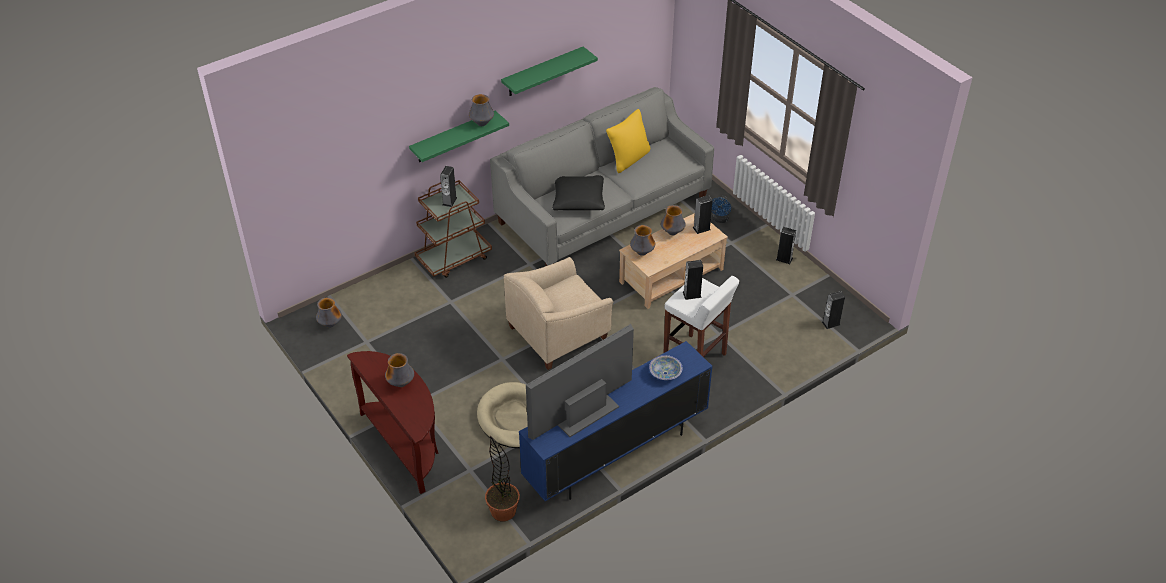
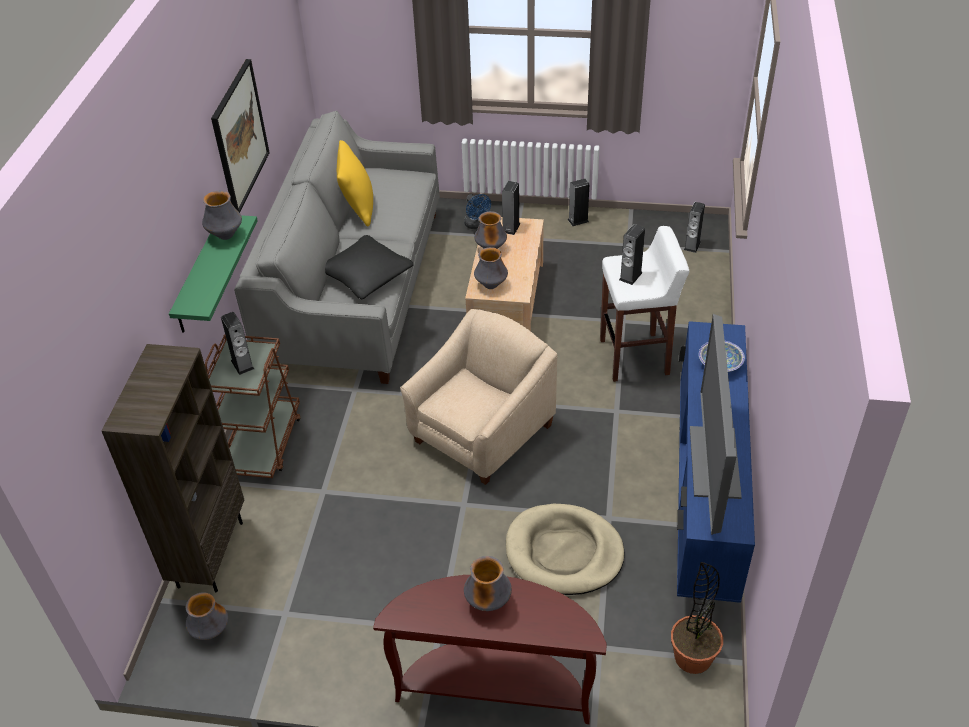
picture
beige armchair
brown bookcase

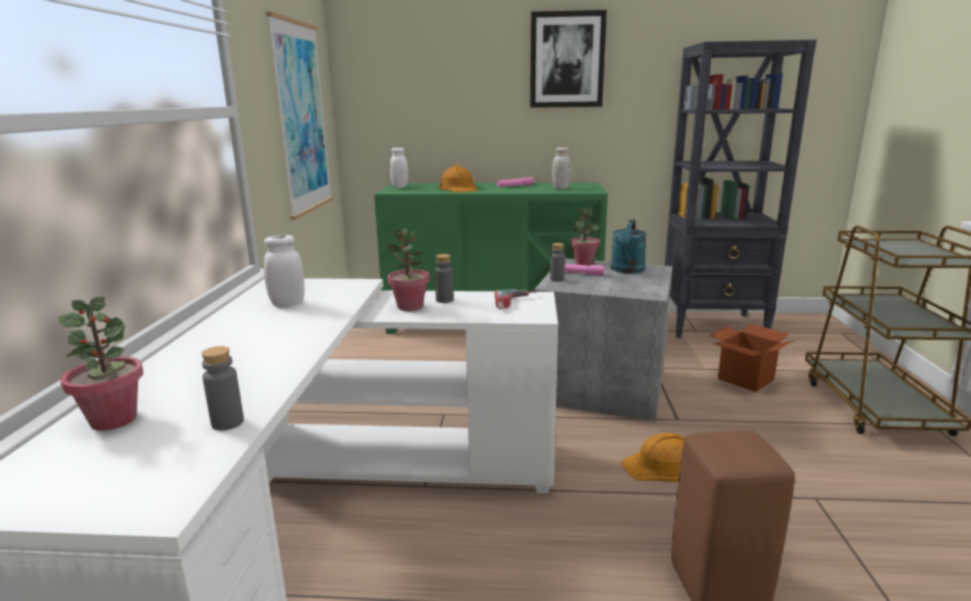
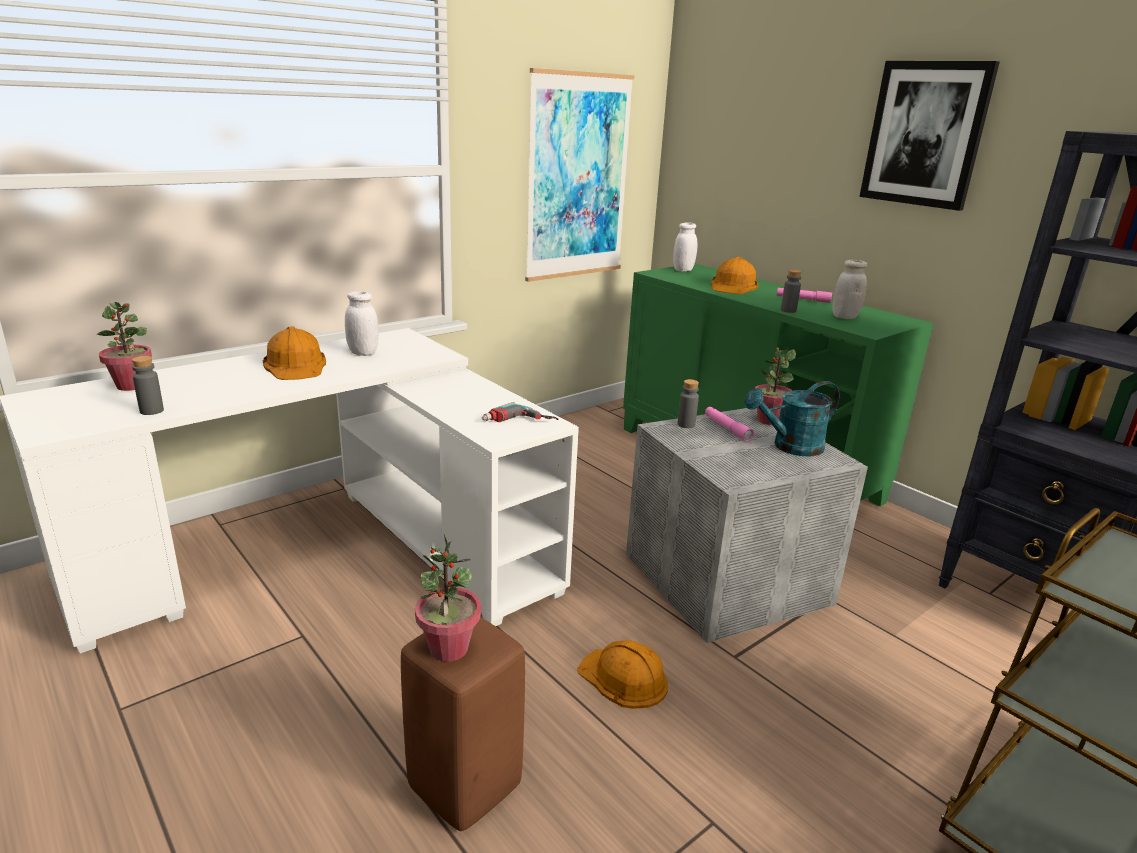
potted plant (no. 2 from left)
grey bottle (no. 3 from left)
cardboard box
orange hard hat (no. 1 from left)

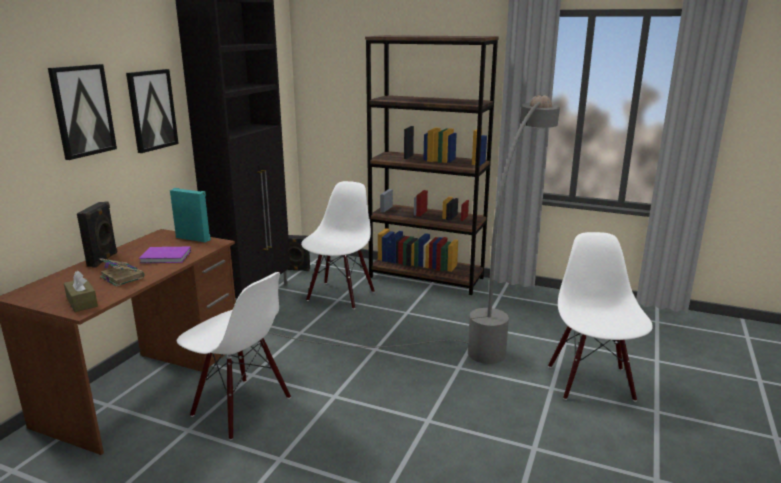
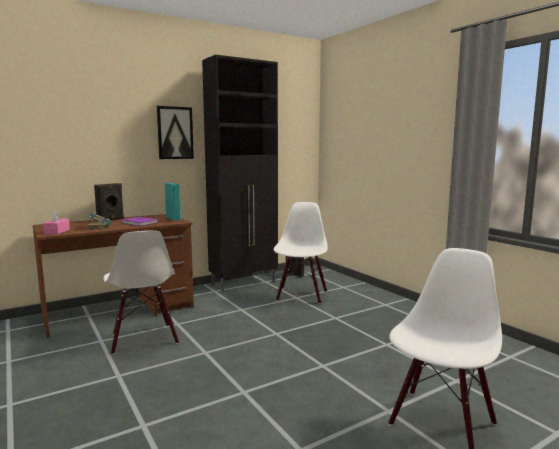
picture (no. 1 from left in the first image)
pink tissue box
grey floor lamp
white chair (no. 2 from left)
brown bookcase

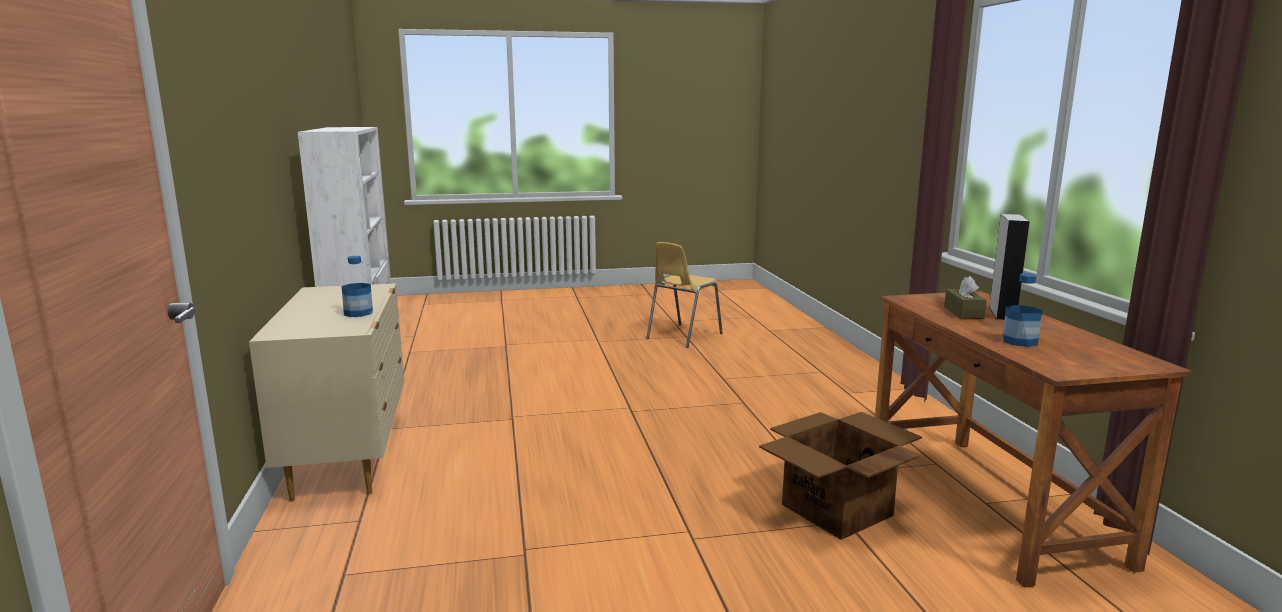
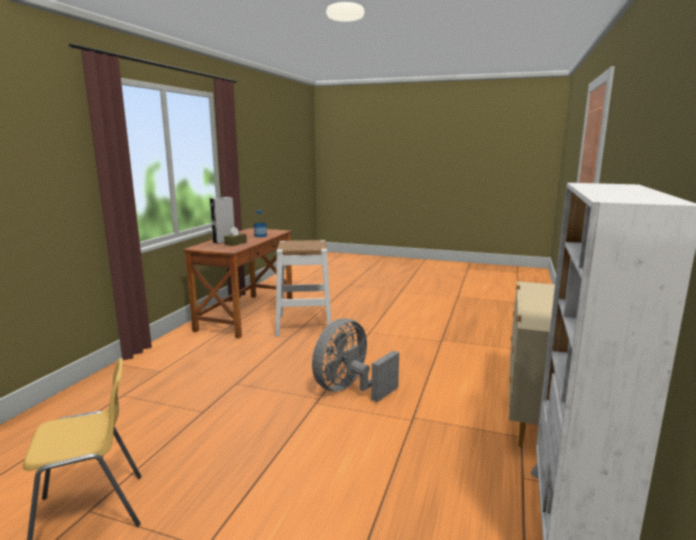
bottle (no. 1 from left in the first image)
white stool
grey fan

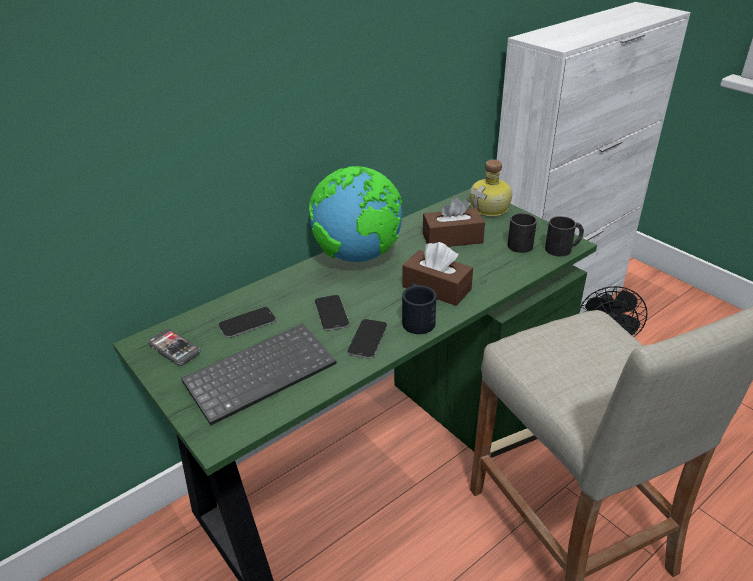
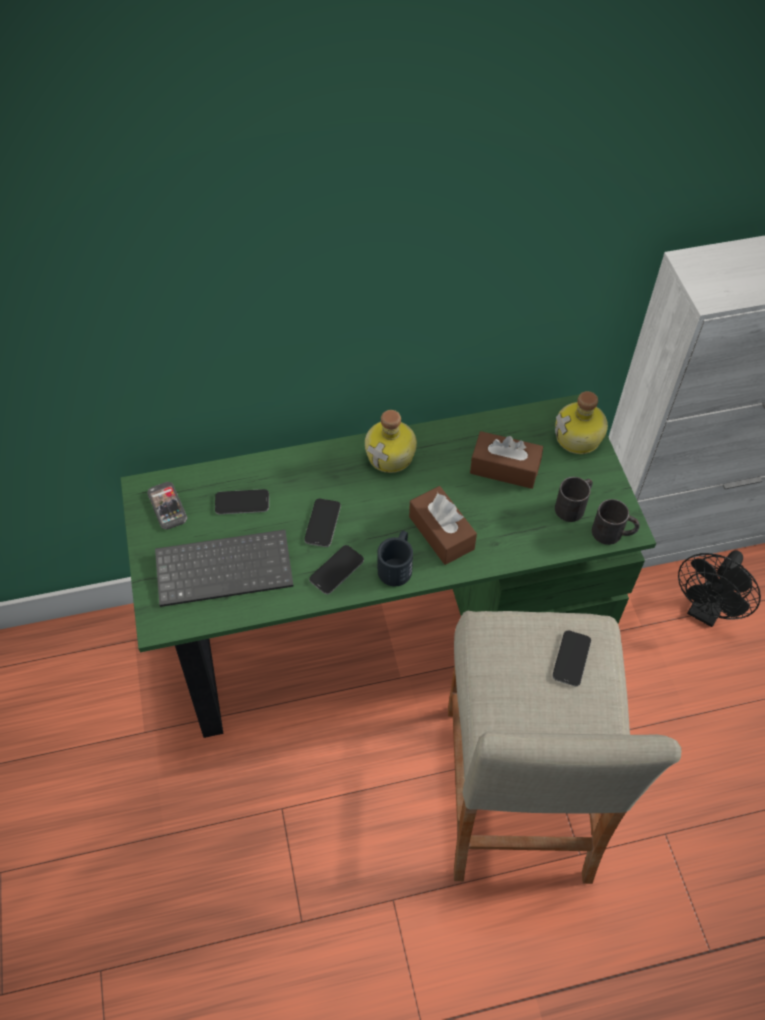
bottle (no. 1 from left)
phone (no. 5 from left)

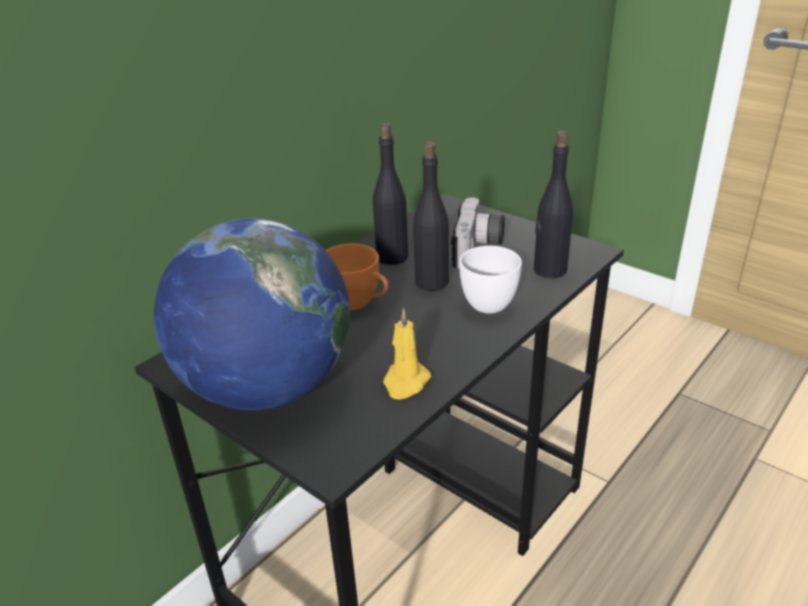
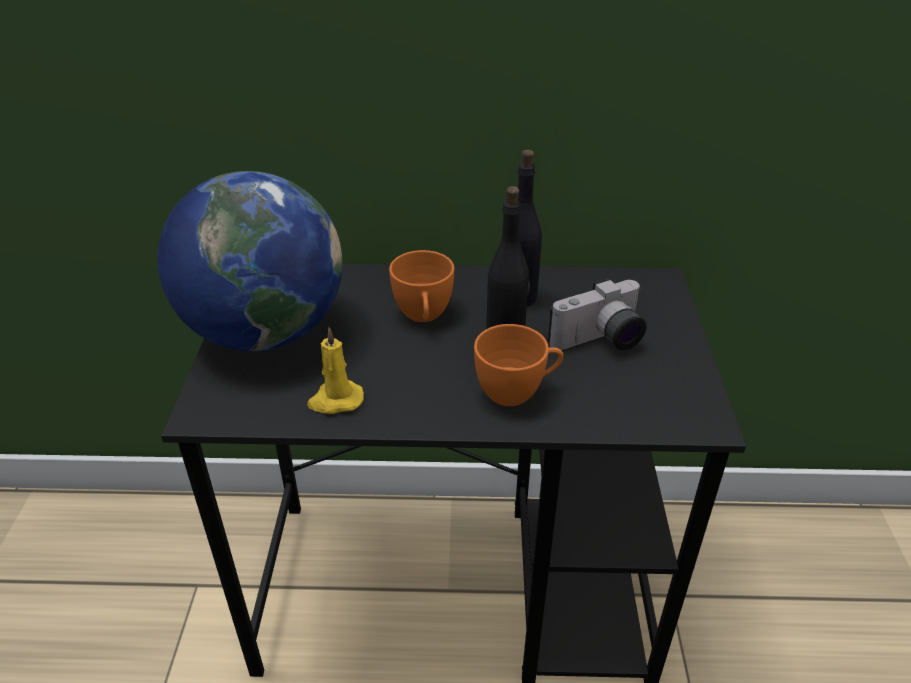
orange cup (no. 2 from left)
black bottle (no. 3 from left in the first image)

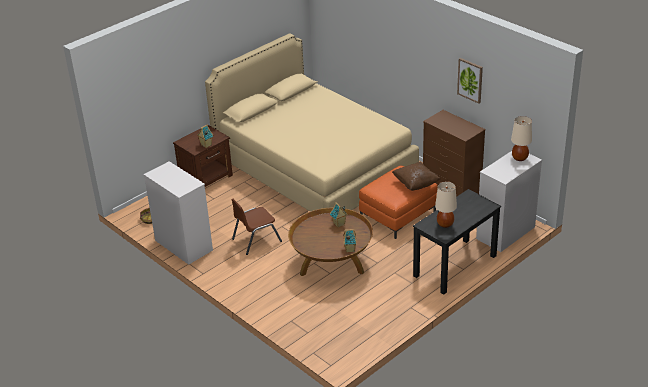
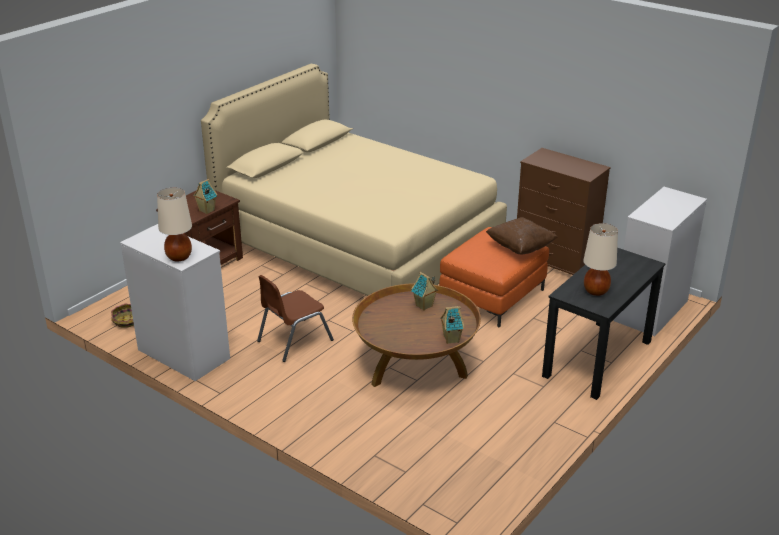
picture
beige table lamp (no. 1 from left)

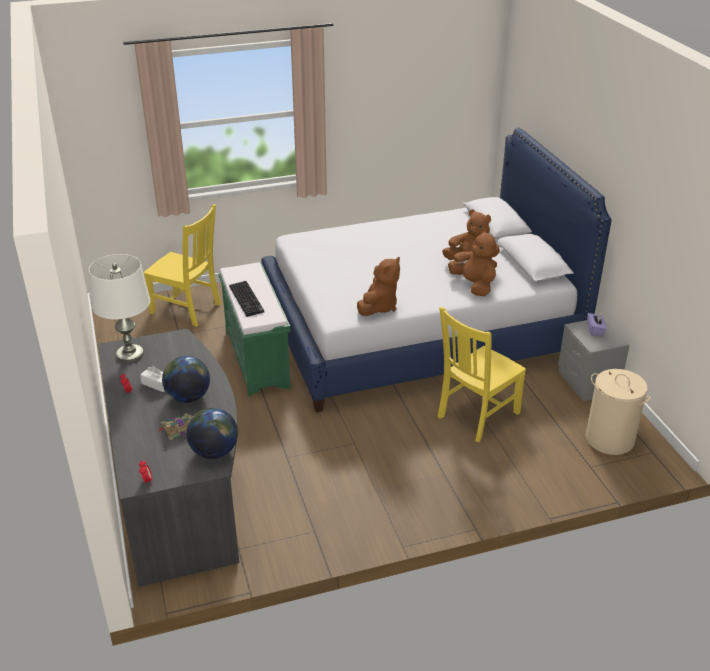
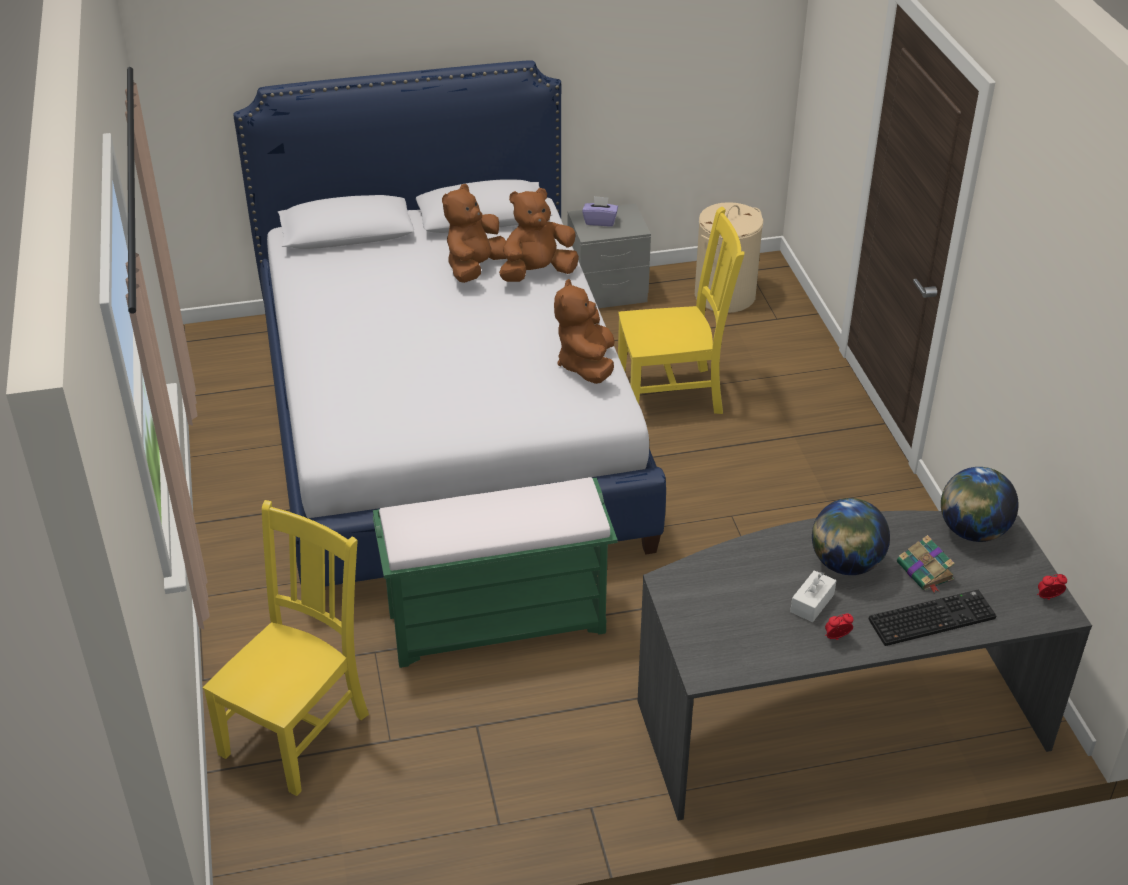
white table lamp
keyboard
brown plush toy (no. 3 from left)
yellow chair (no. 2 from left)

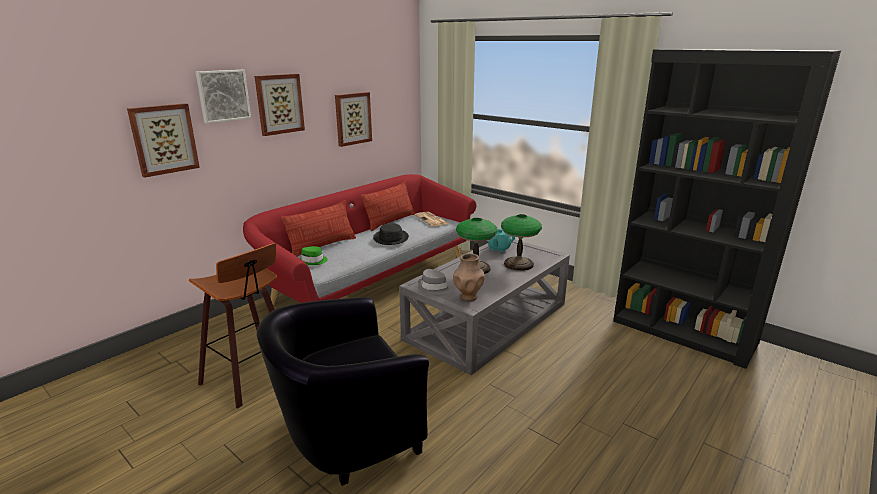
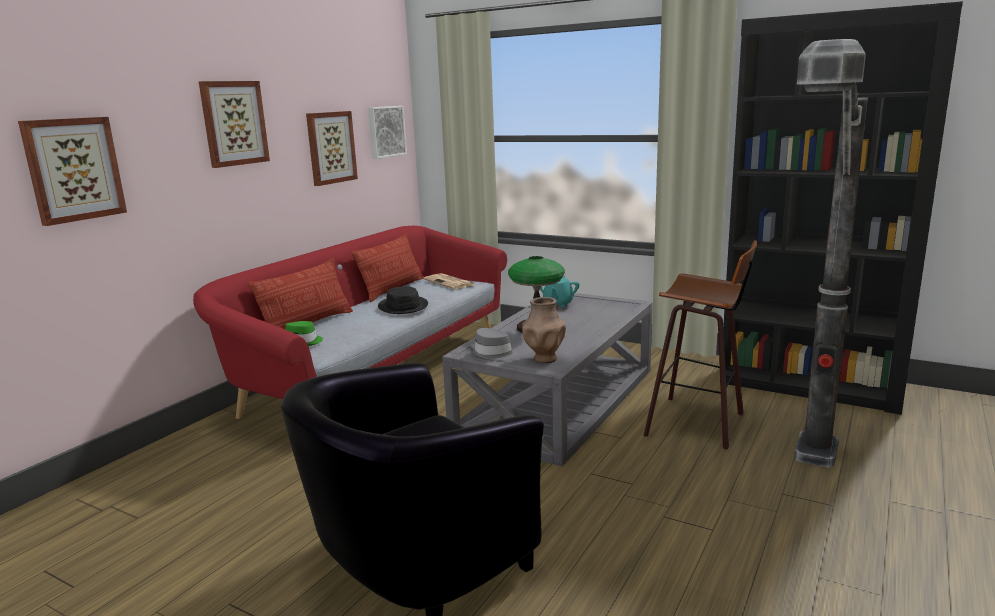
stool
picture (no. 4 from left)
table lamp (no. 2 from left in the first image)
floor lamp

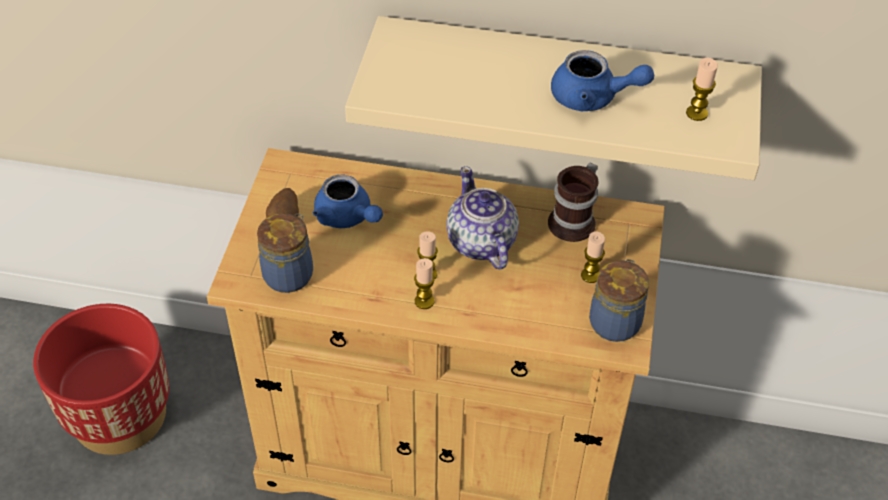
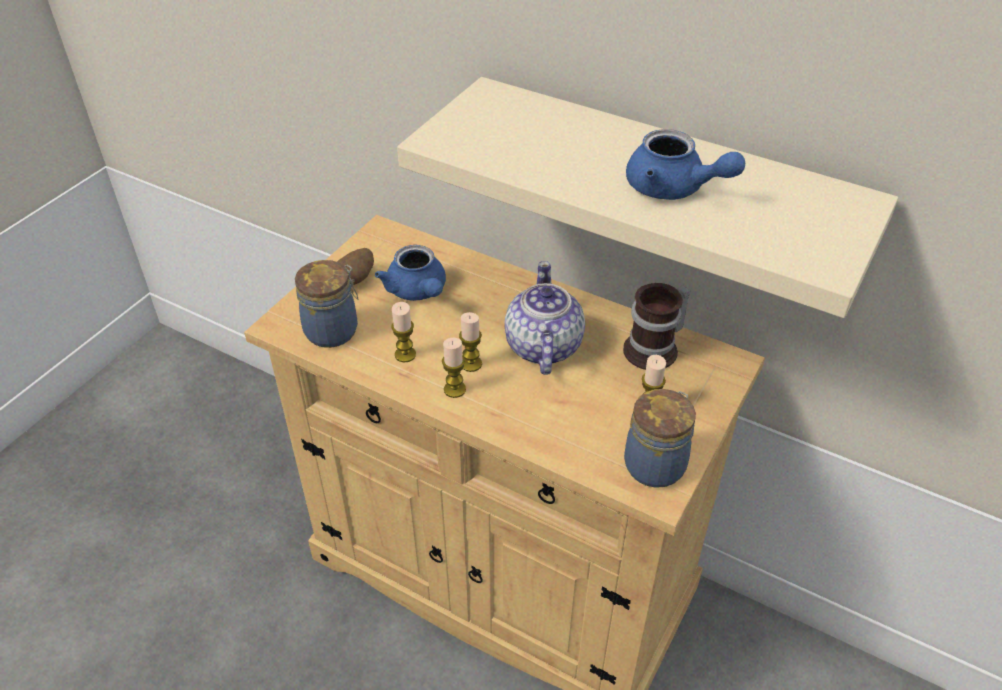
red planter
candle (no. 1 from left)

